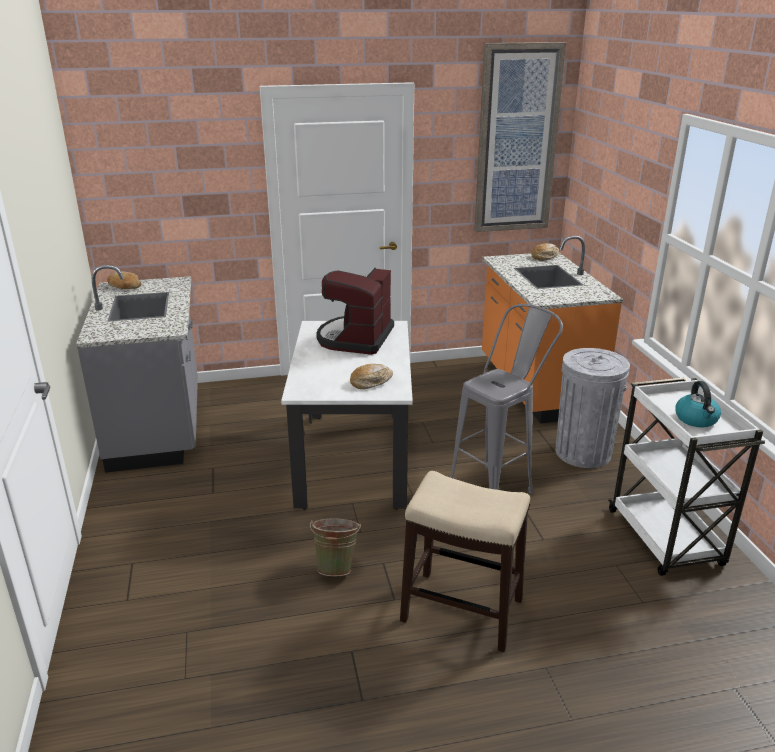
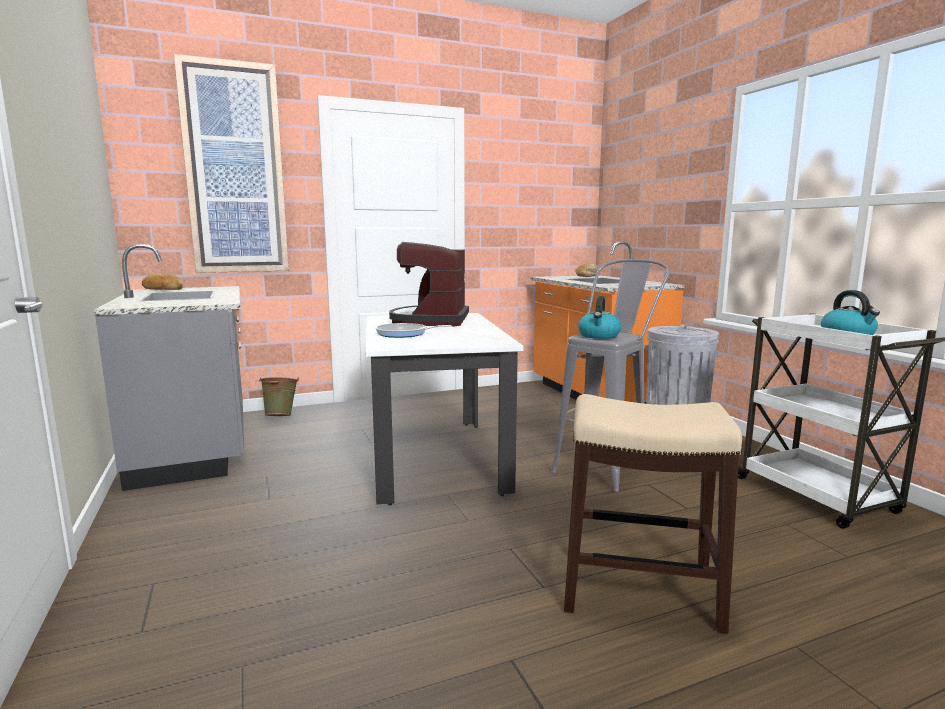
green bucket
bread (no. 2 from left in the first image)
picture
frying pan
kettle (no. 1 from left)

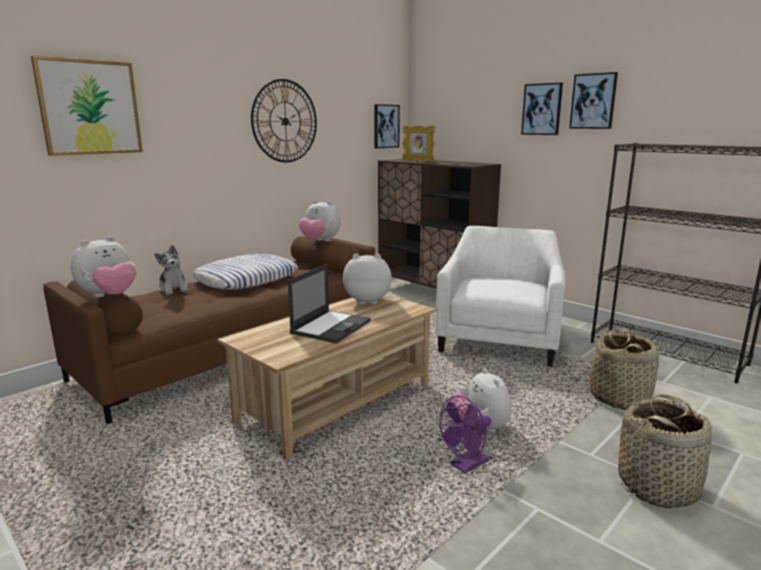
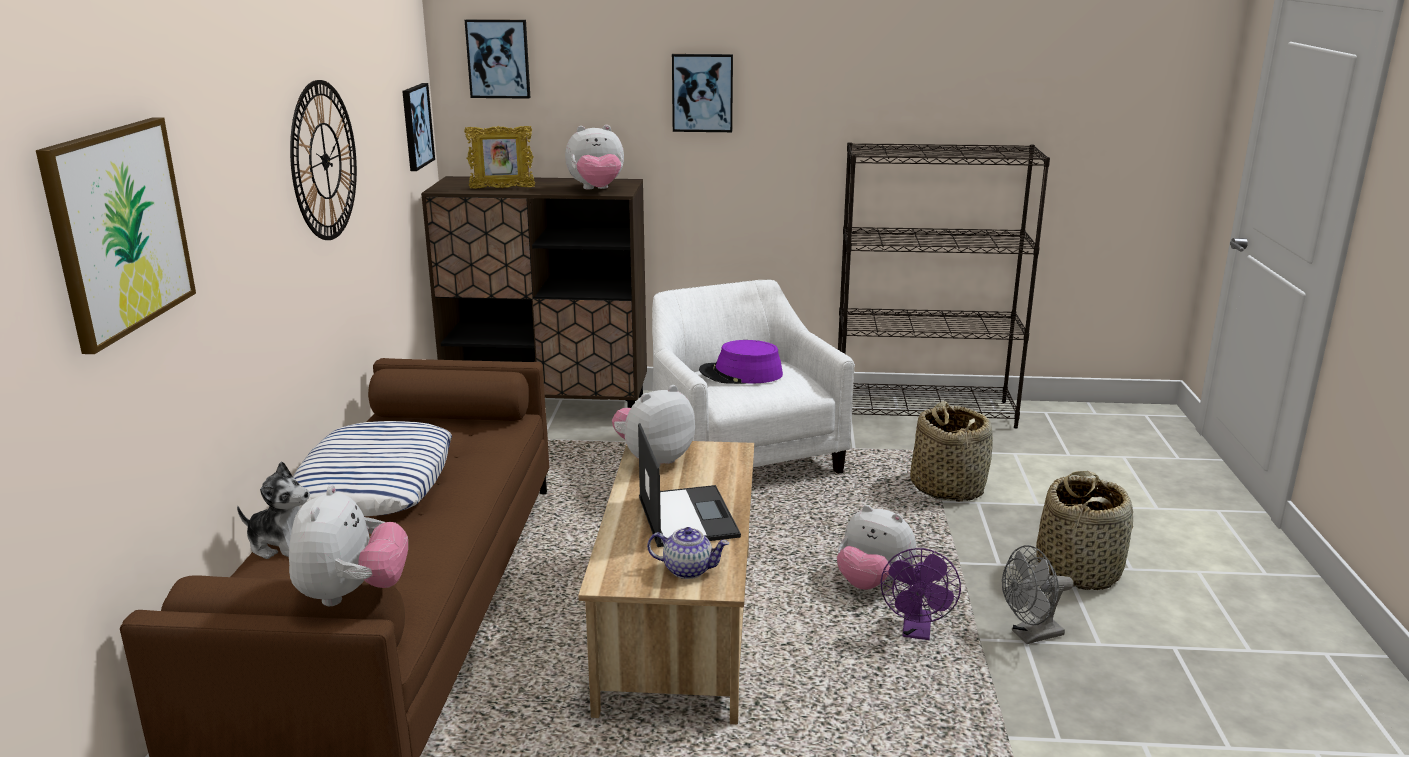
plush toy (no. 3 from left)
picture (no. 3 from left)
teapot
purple hat
grey fan

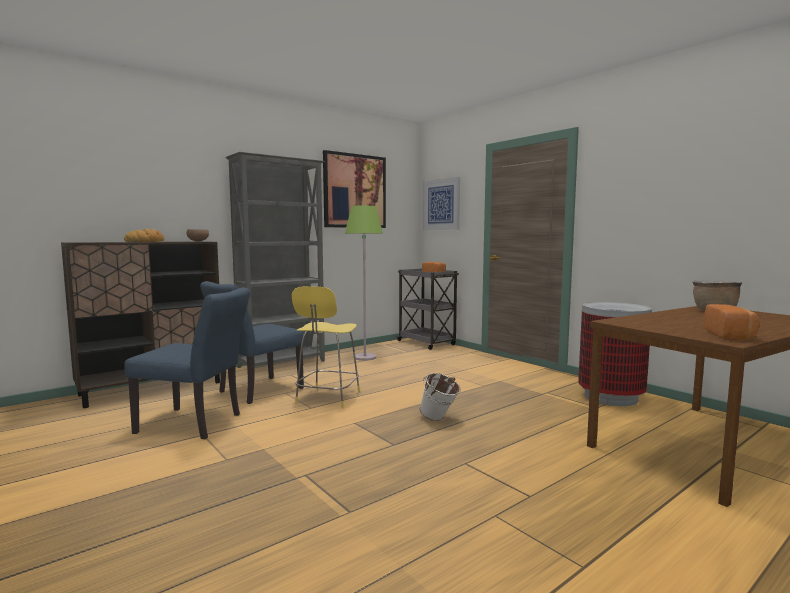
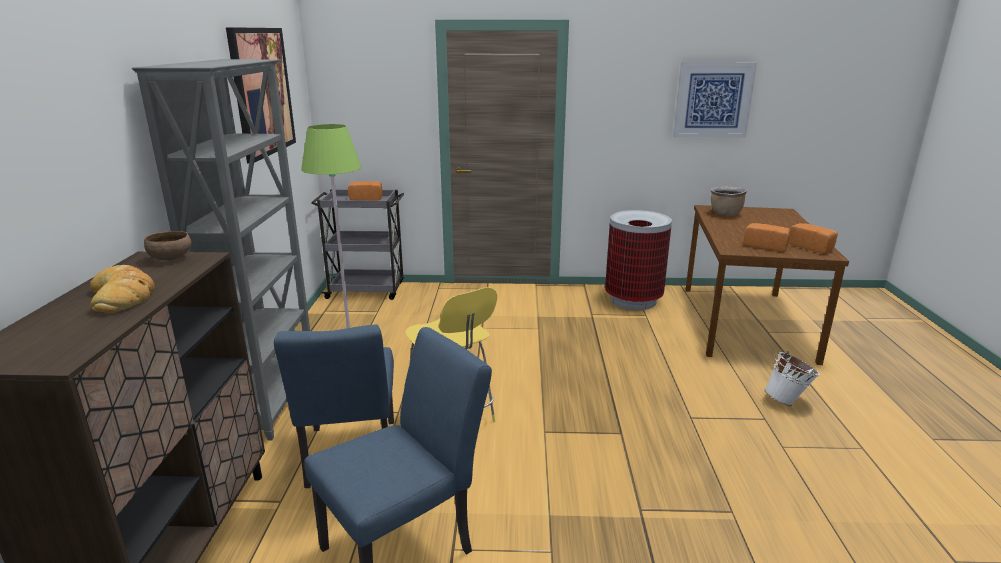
white bucket
picture (no. 2 from left)
bread (no. 3 from left)

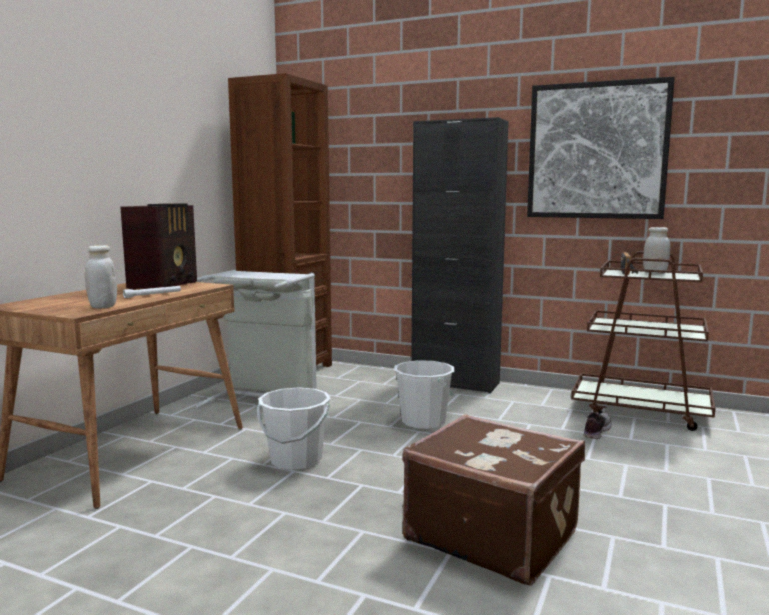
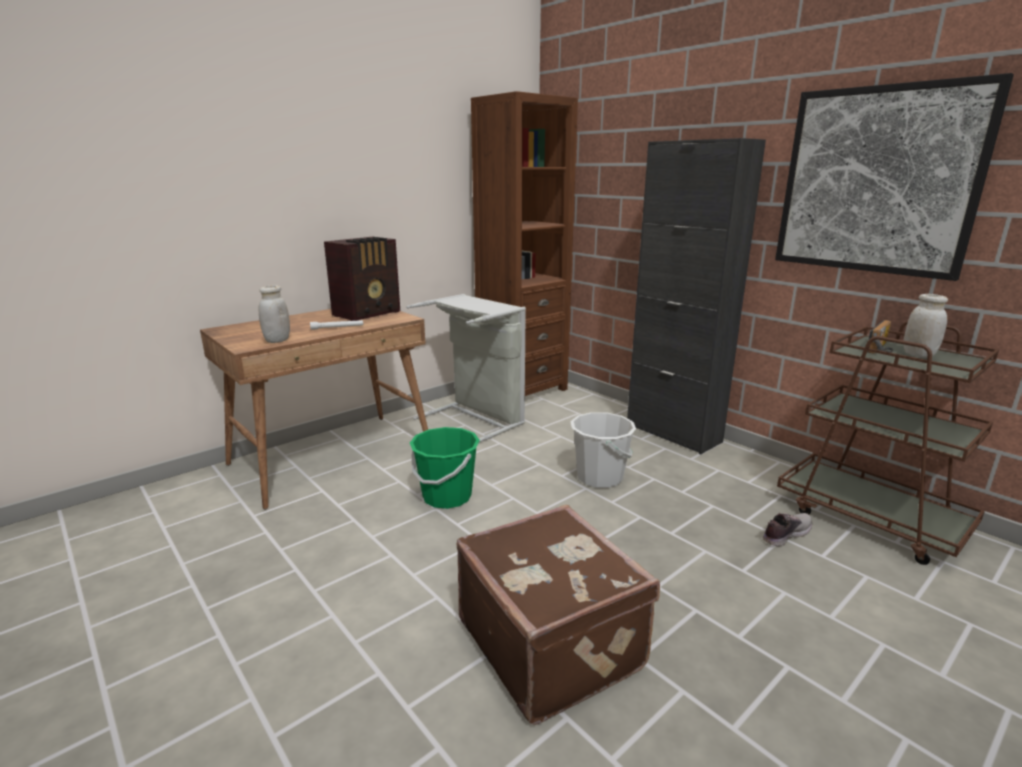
green bucket

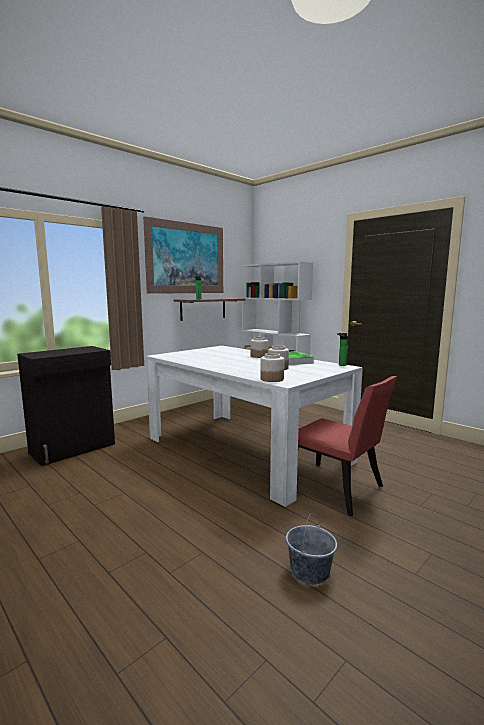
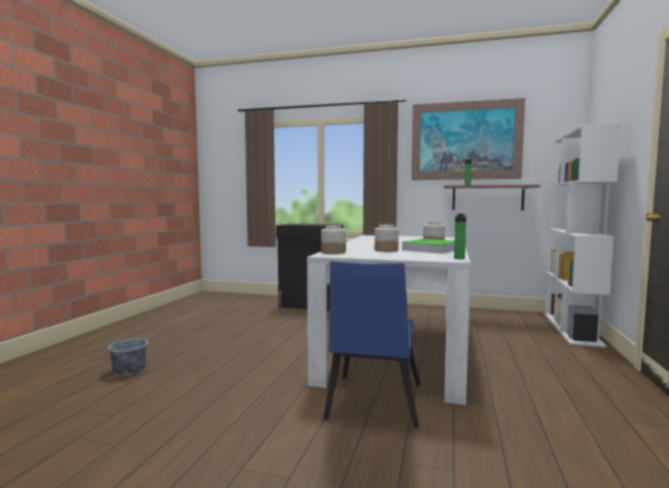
grey bucket
blue chair

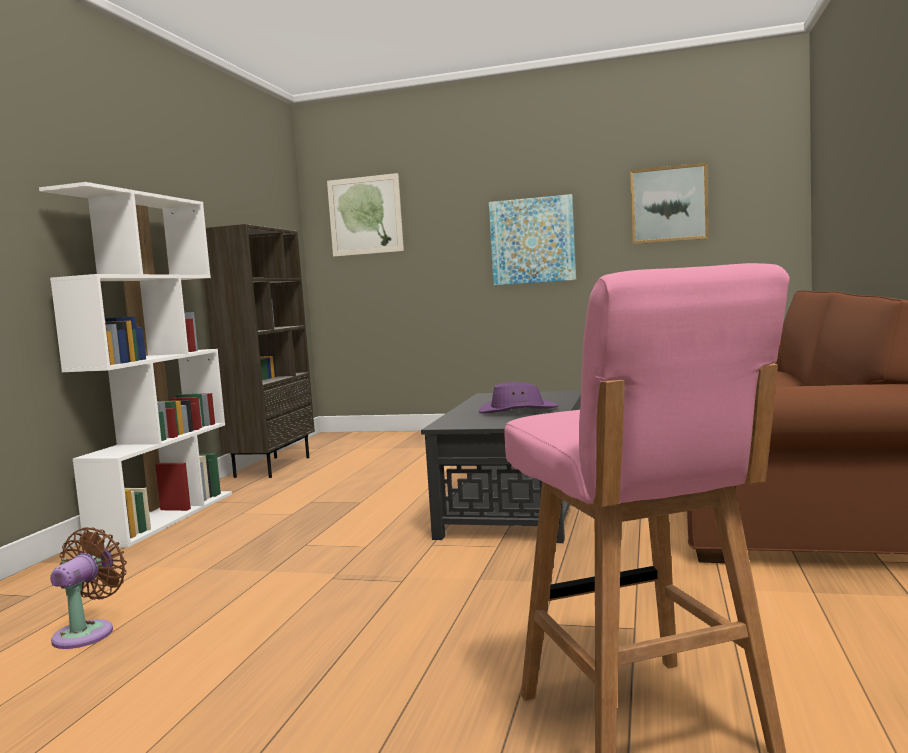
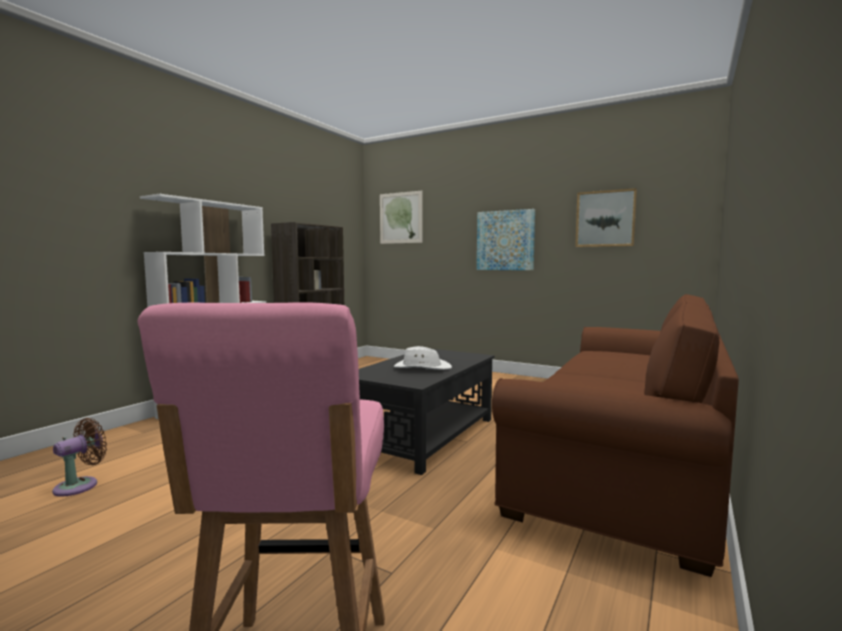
white hat

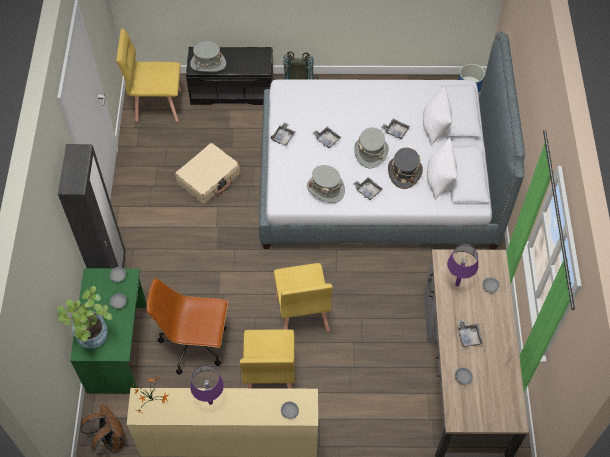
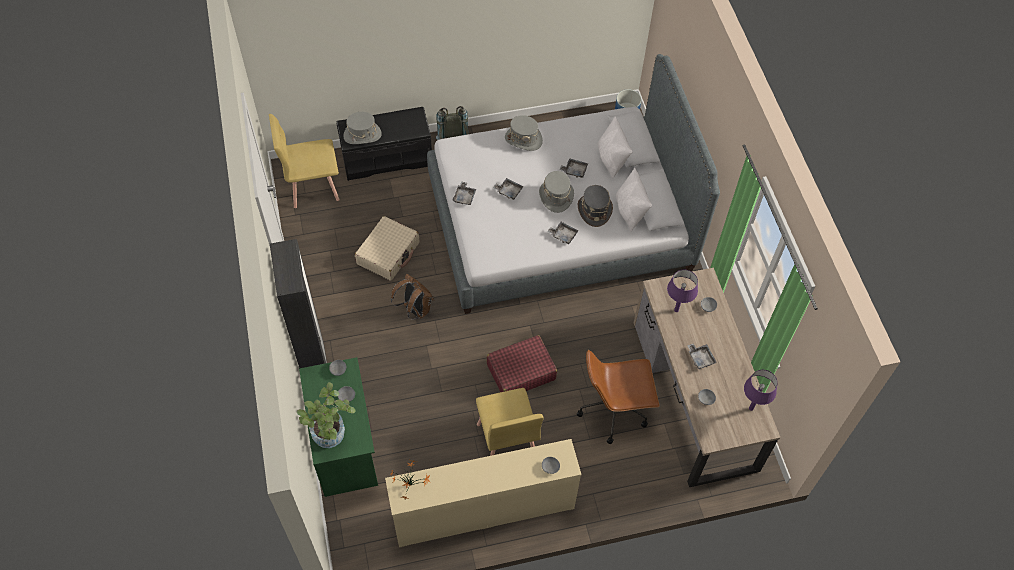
brown backpack
brown office chair
purple table lamp (no. 2 from left)
red suitcase
grey hat (no. 2 from left)

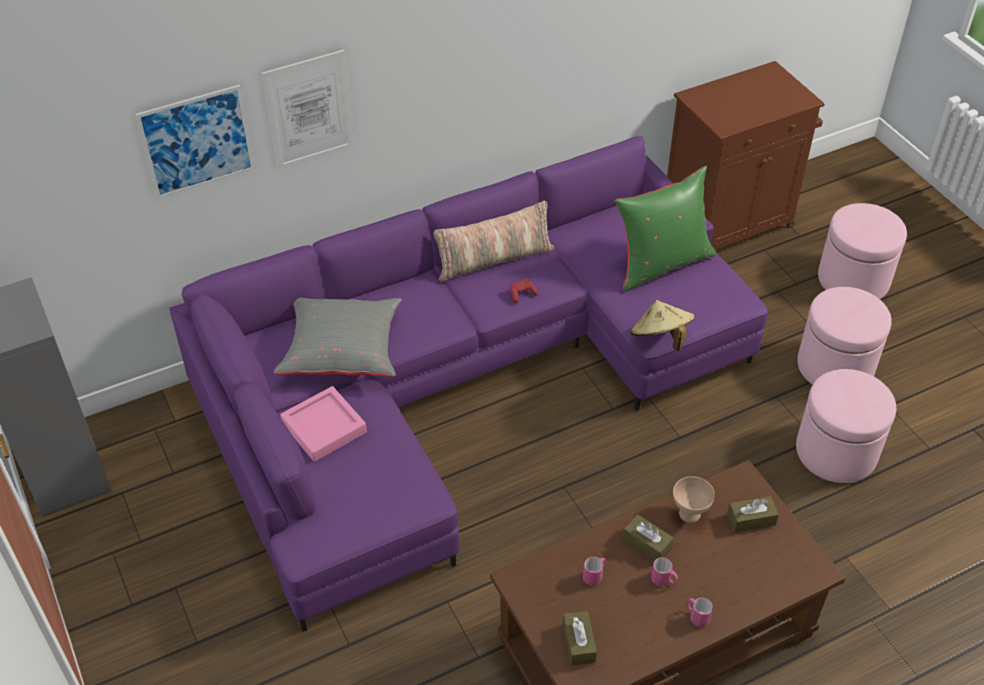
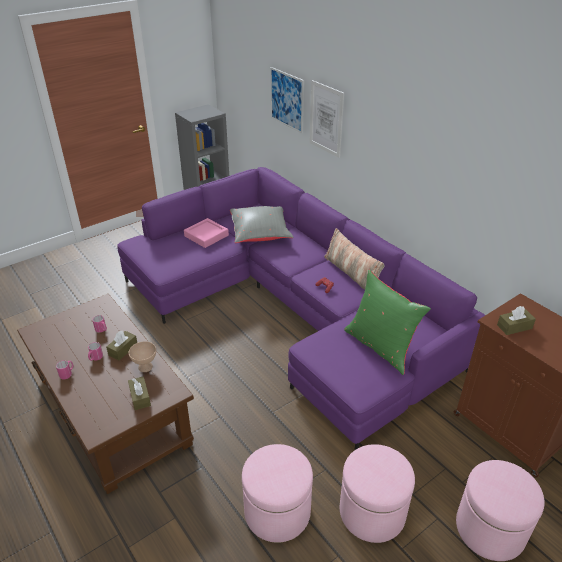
brown tissue box (no. 3 from left)
beige hat

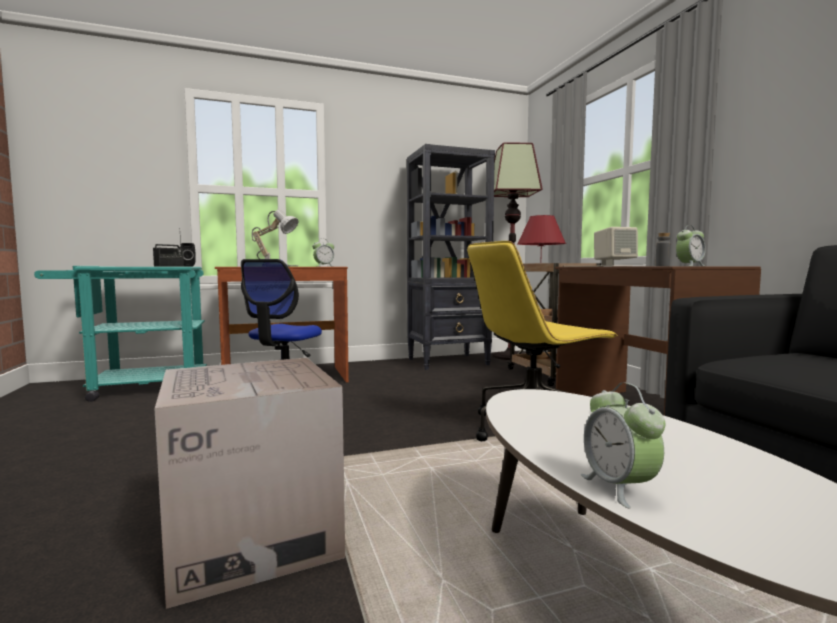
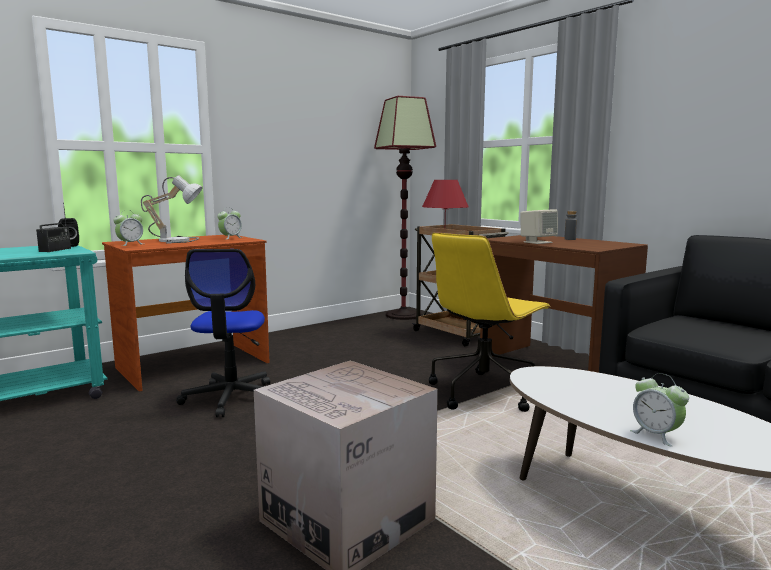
black bookcase
alarm clock (no. 1 from left)

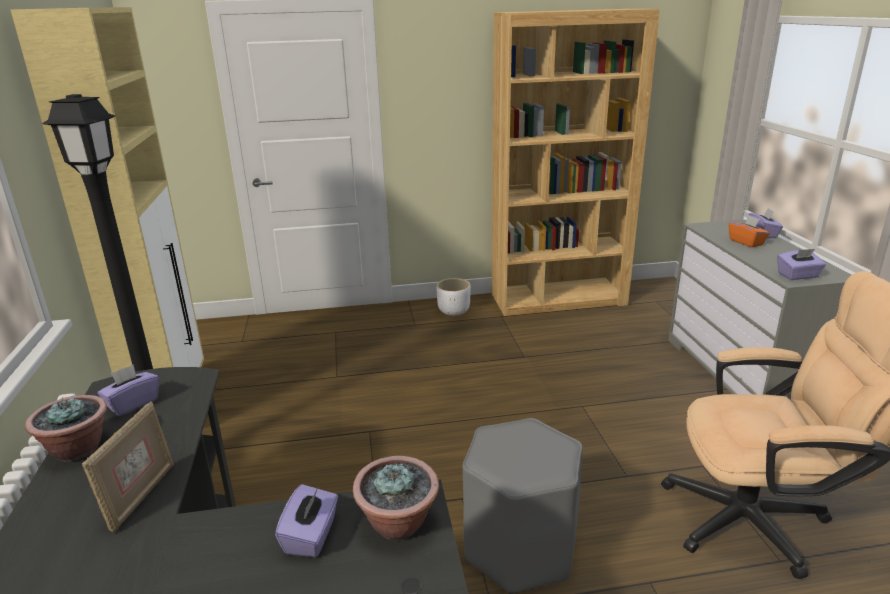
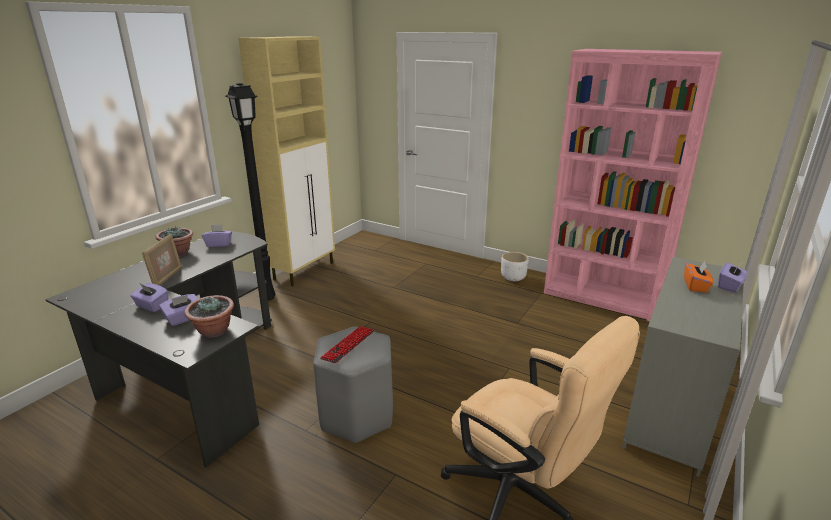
picture frame
pink bookcase
purple tissue box (no. 1 from left)
keyboard

